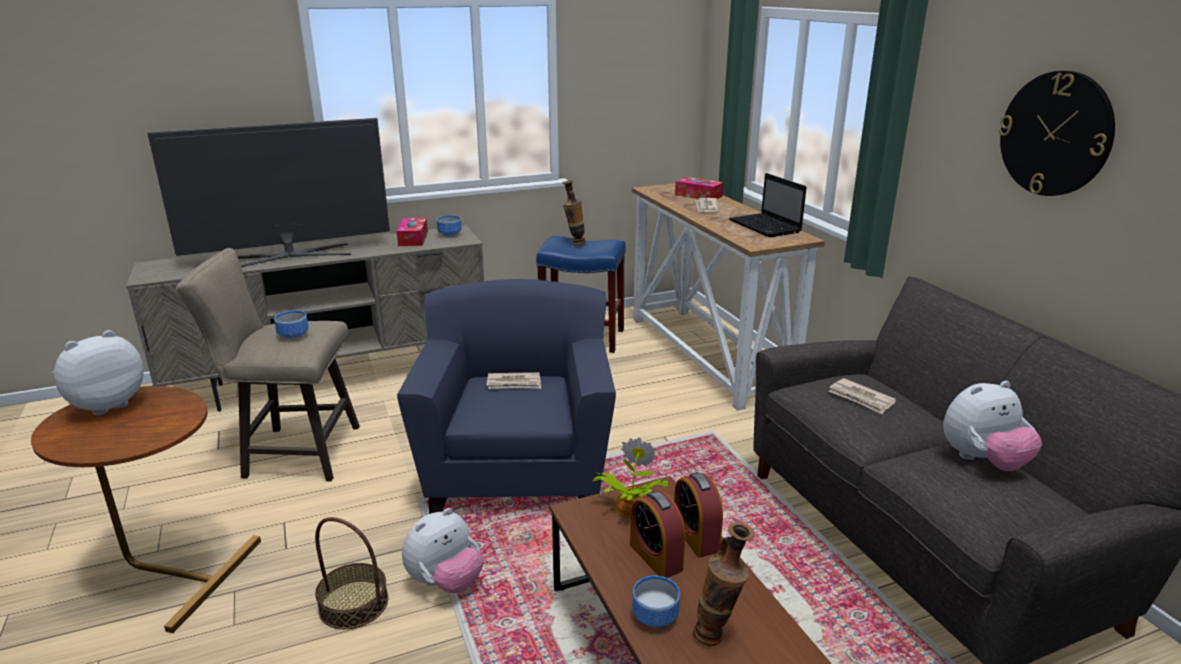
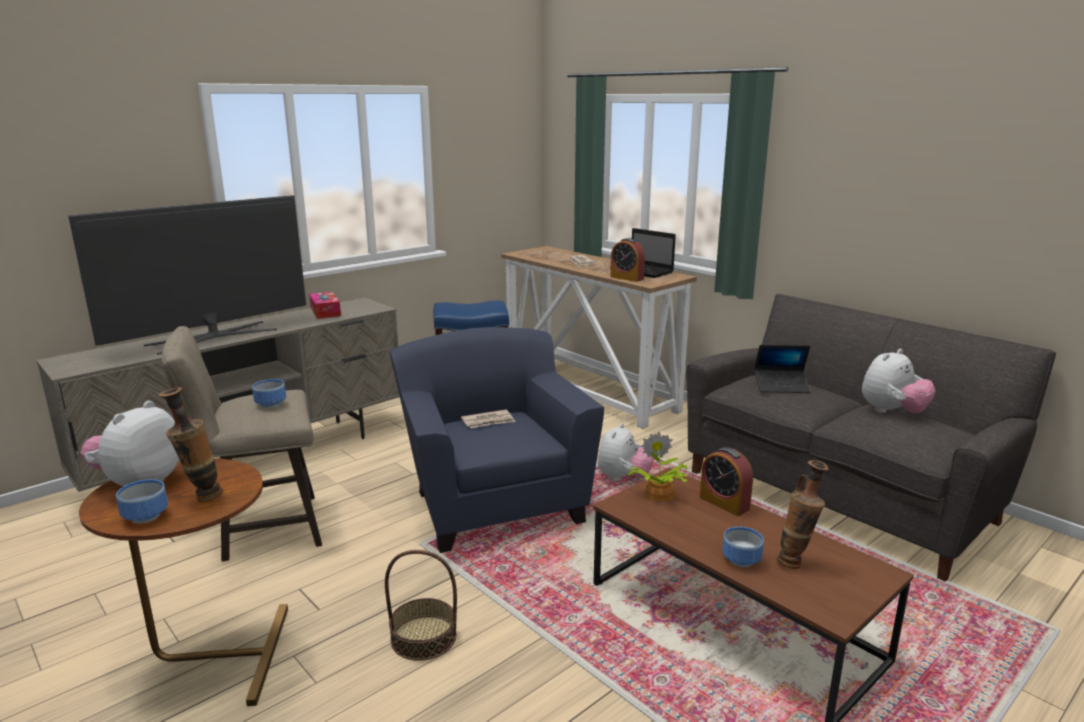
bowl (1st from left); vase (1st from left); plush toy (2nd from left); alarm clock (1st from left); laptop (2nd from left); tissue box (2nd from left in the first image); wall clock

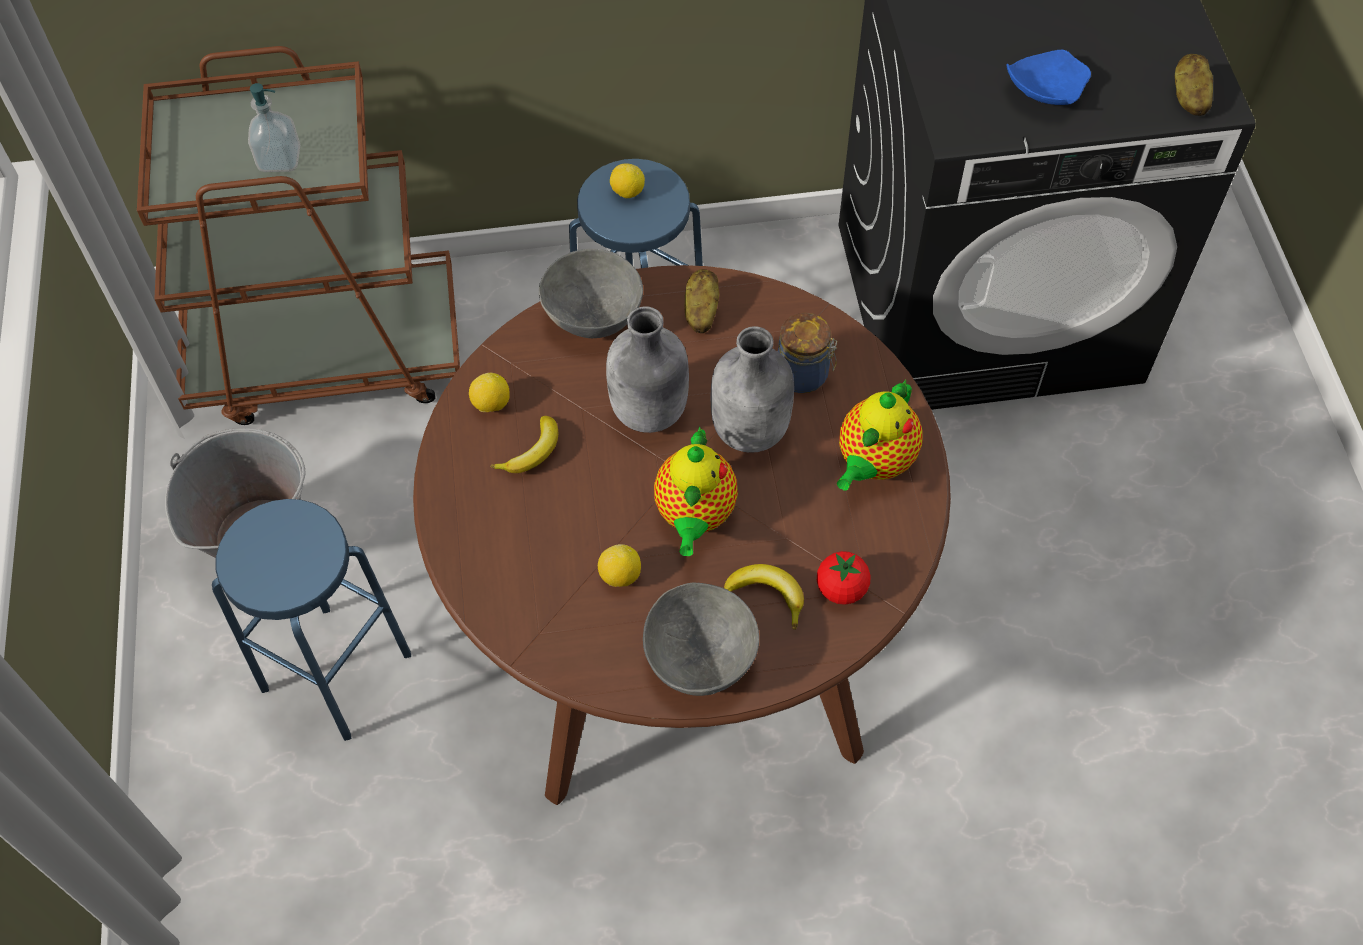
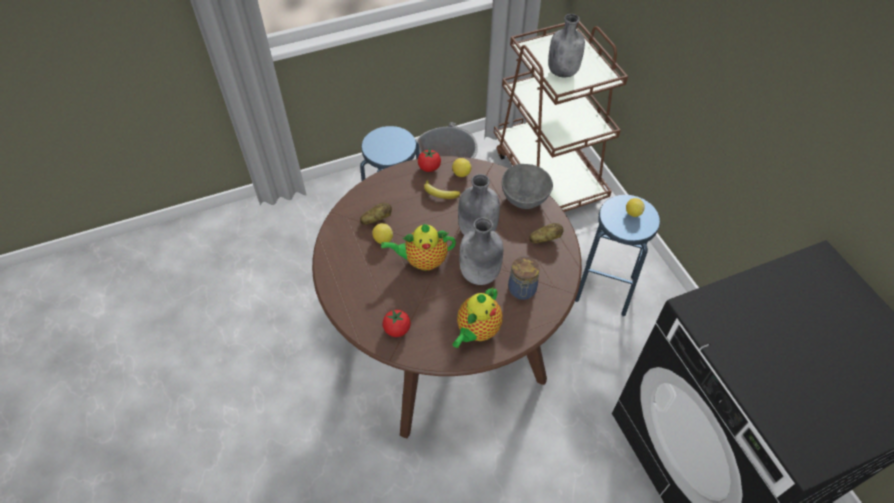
potato (1st from left); tomato (2nd from left); teapot (2nd from left); bottle (grey) (3rd from left); bowl (grey) (2nd from left in the first image); banana (2nd from left in the first image); plate (blue)

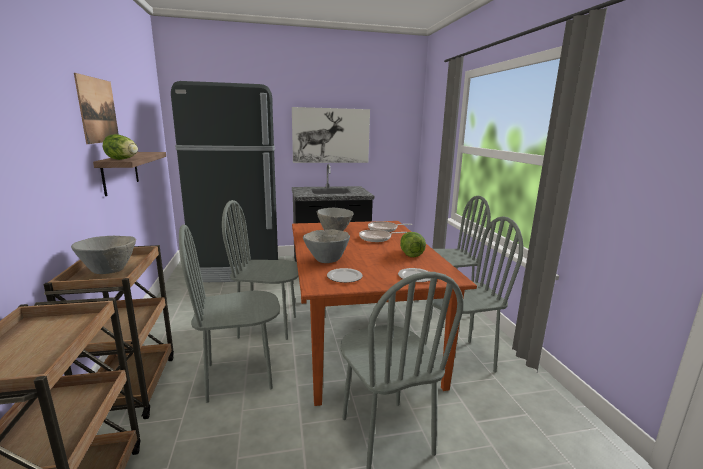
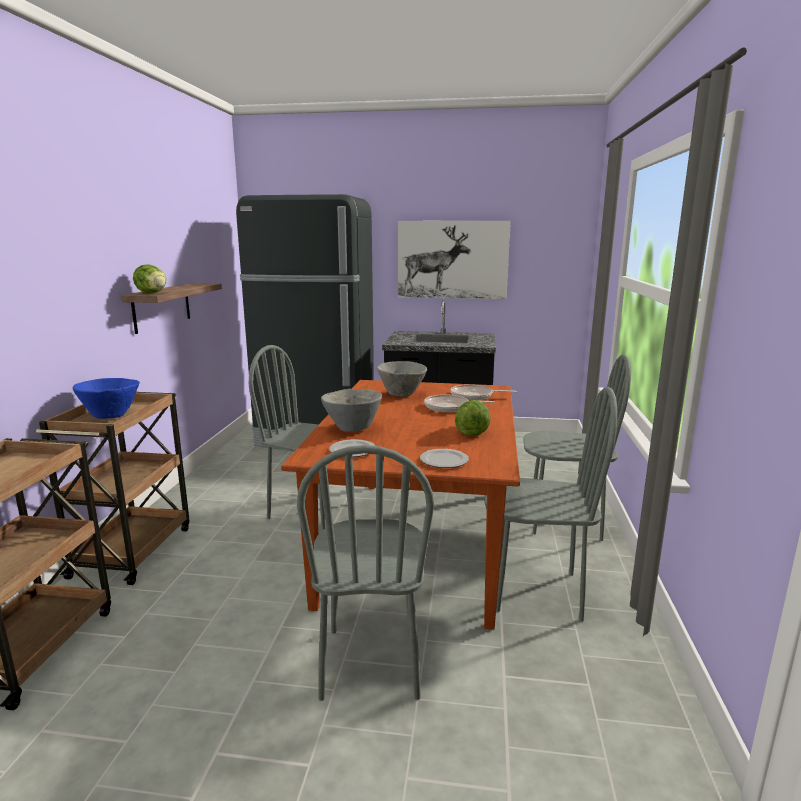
bowl (blue); picture (1st from left in the first image); chair (grey) (1st from left in the first image)

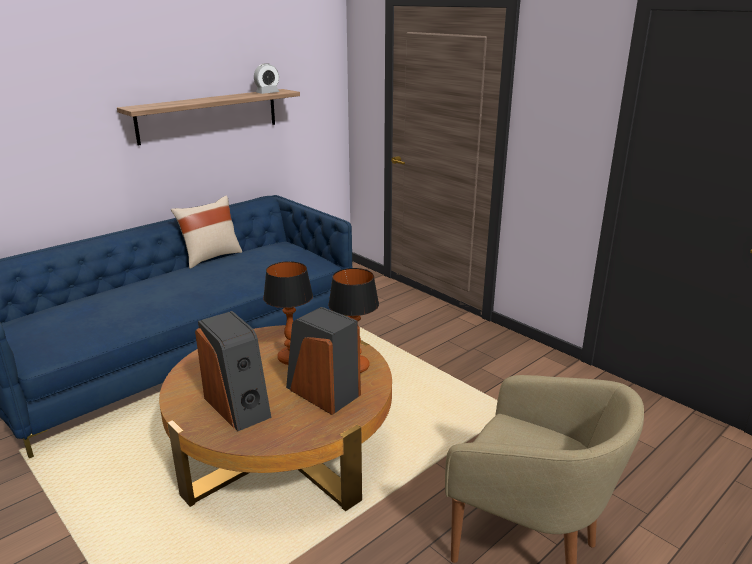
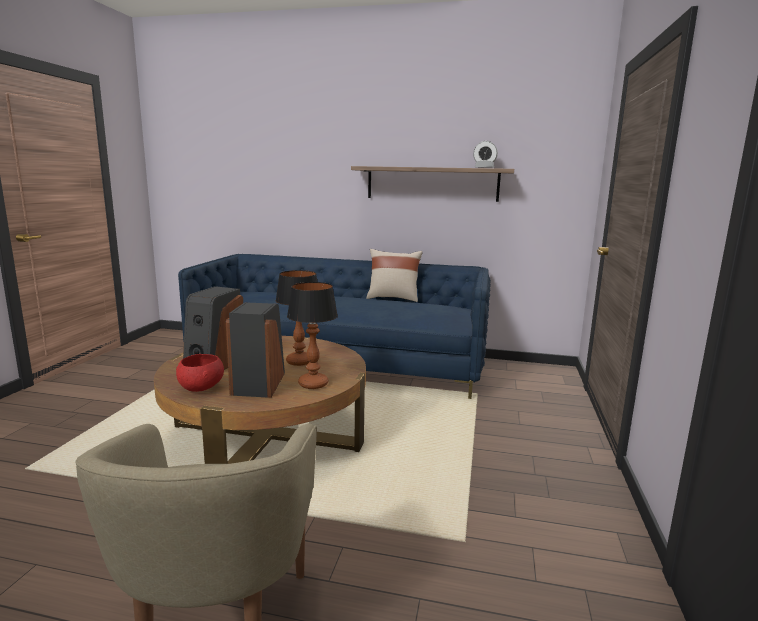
bowl (red)

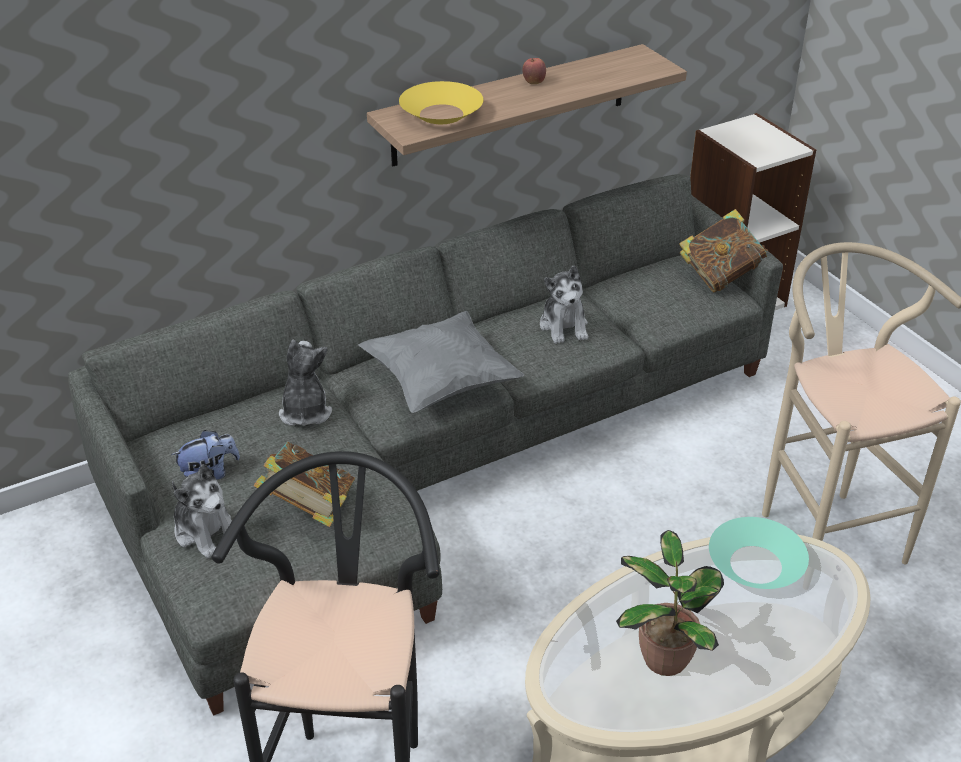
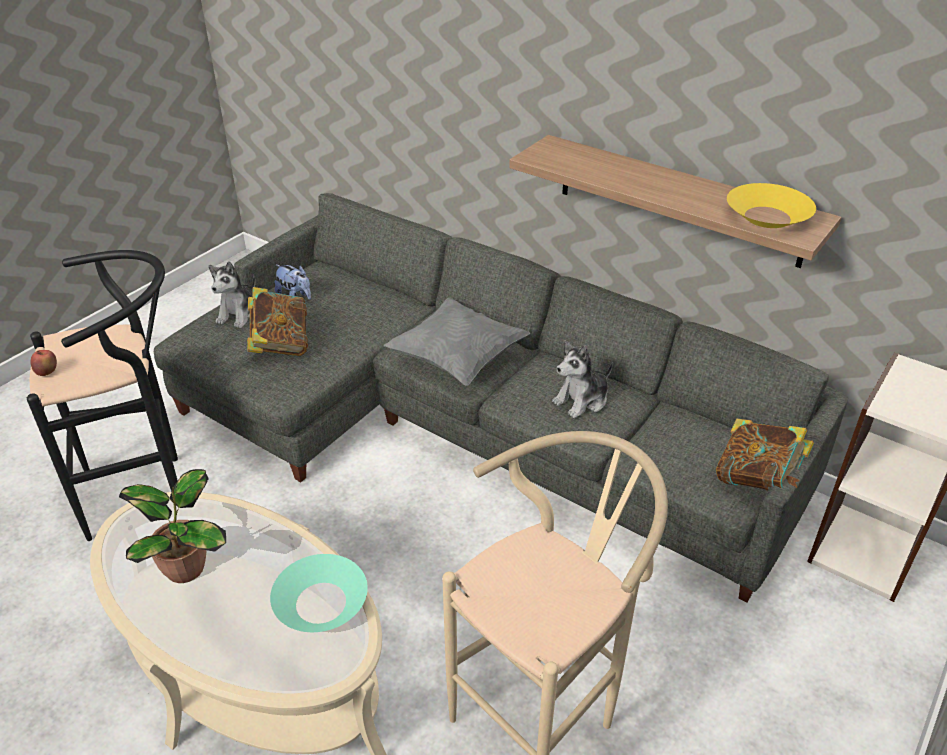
apple; bowl (yellow); plush toy (3rd from left in the first image)

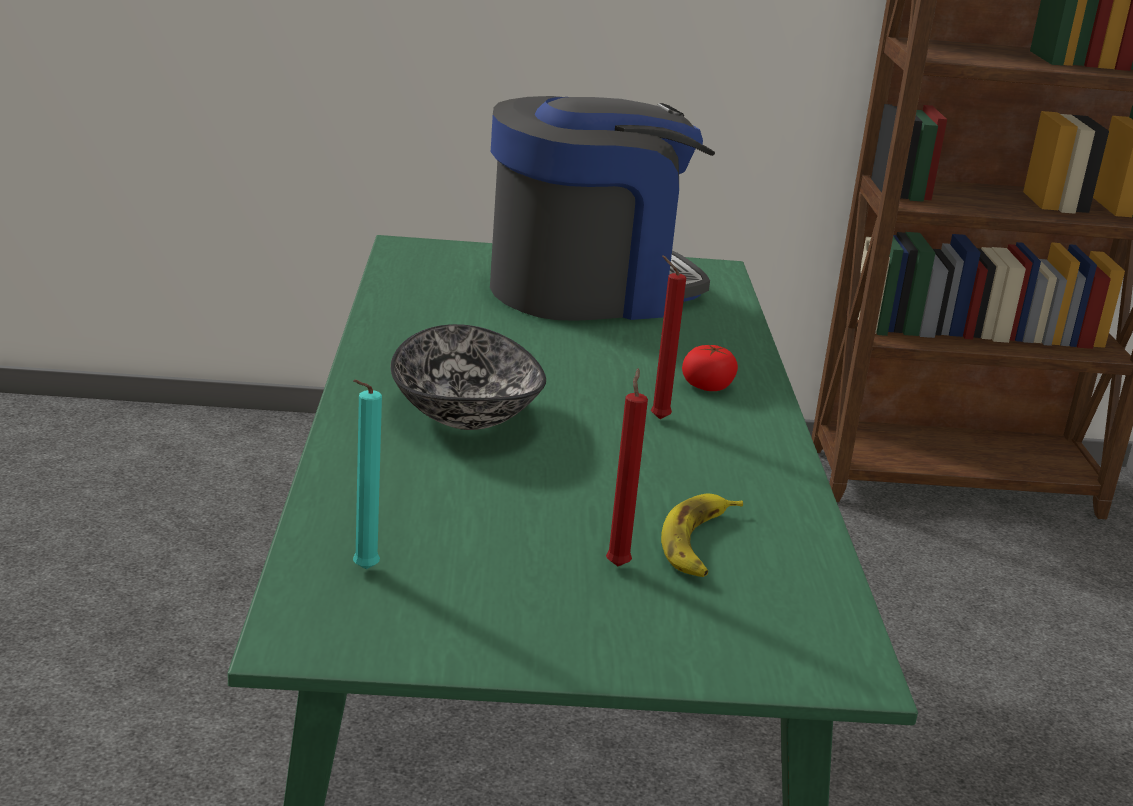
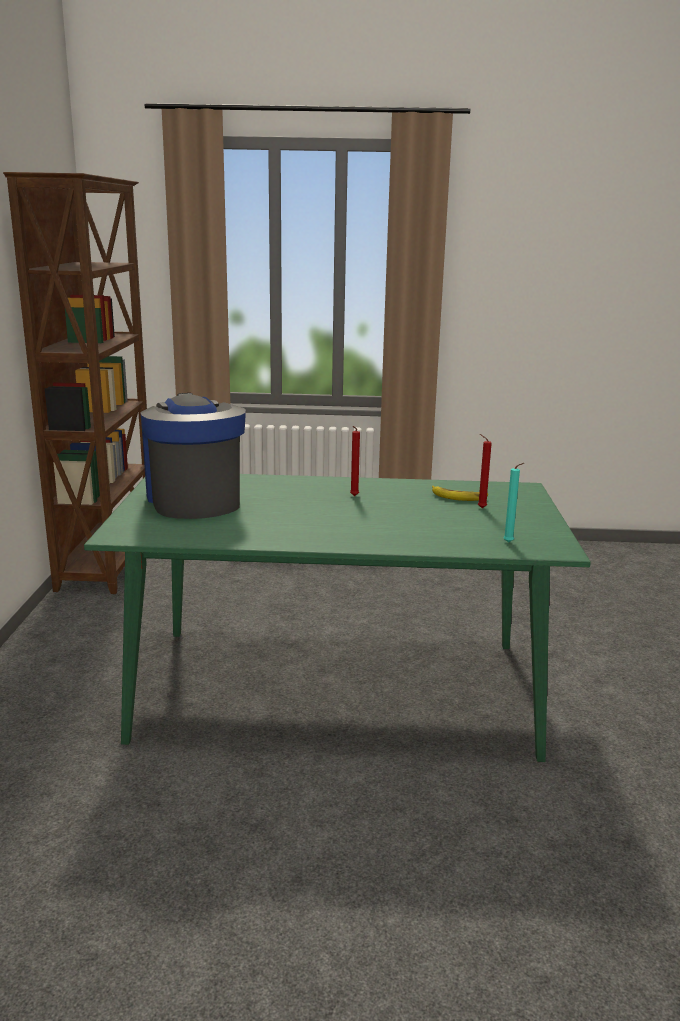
bowl; tomato

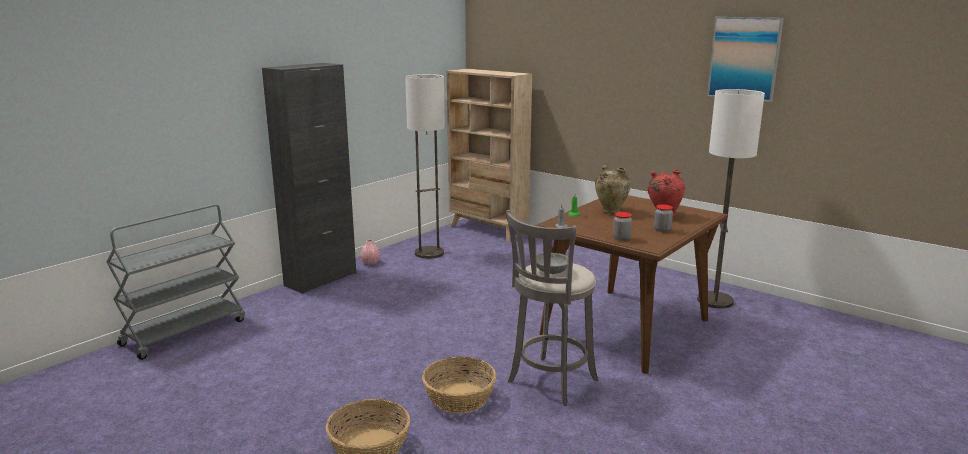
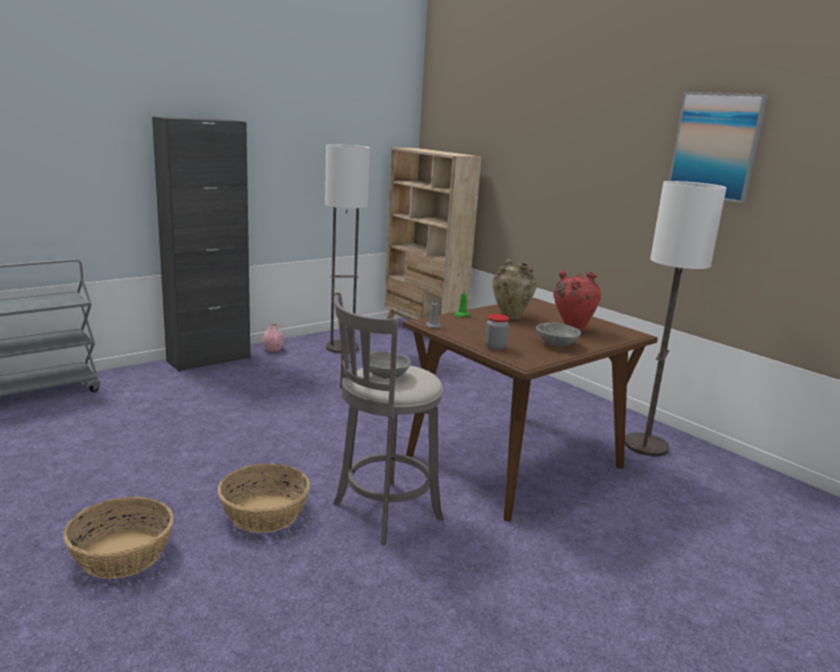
bowl (grey) (2nd from left)

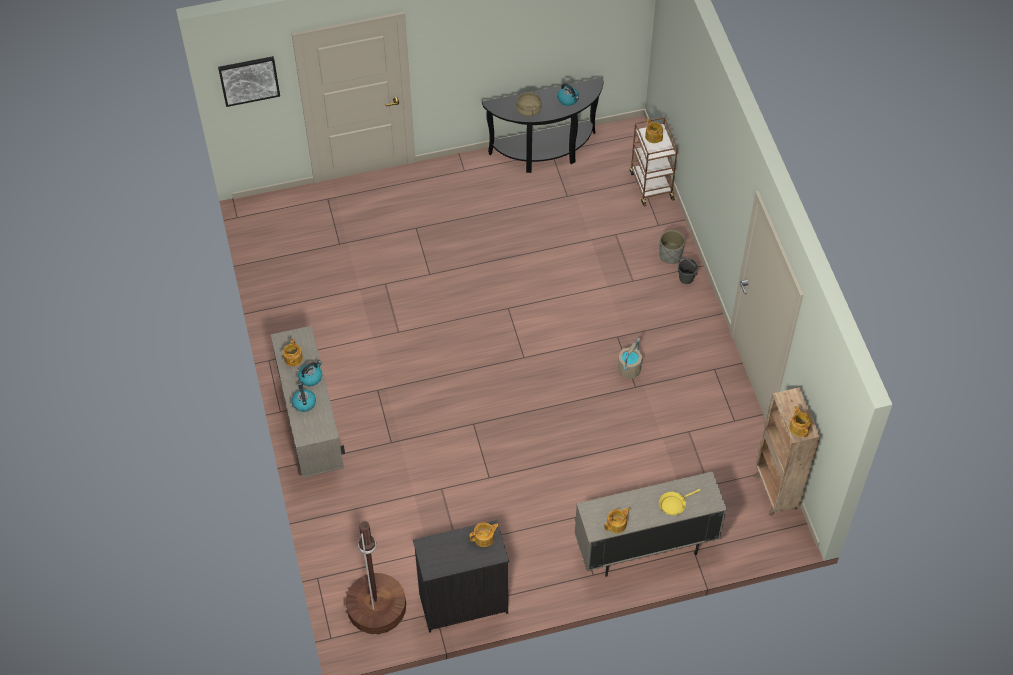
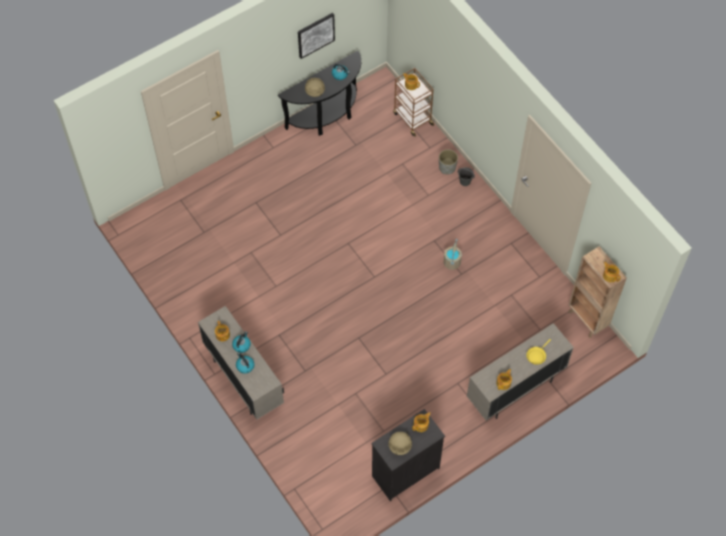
picture; cooking pot (beige) (2nd from left); floor lamp (brown)

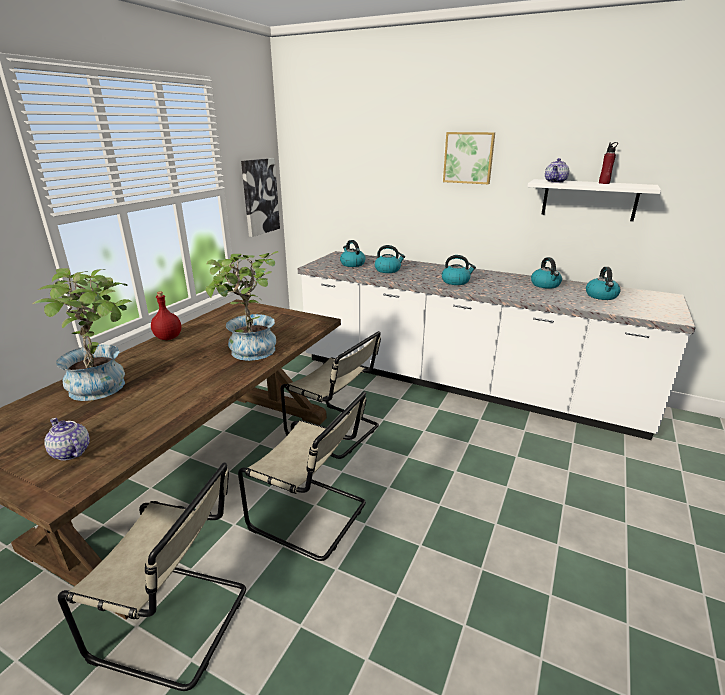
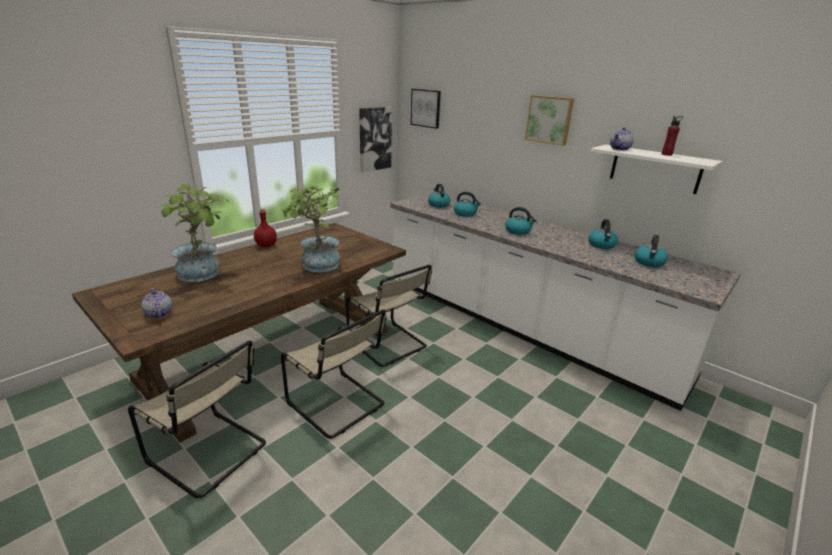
picture (2nd from left)

